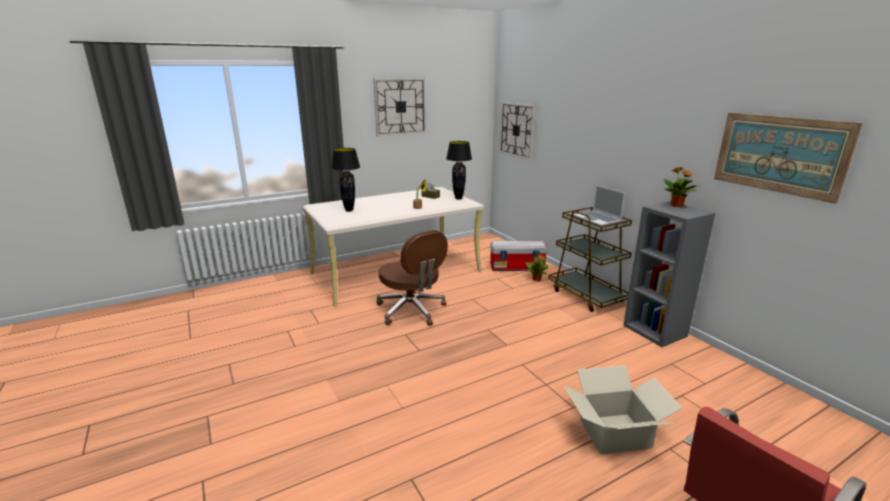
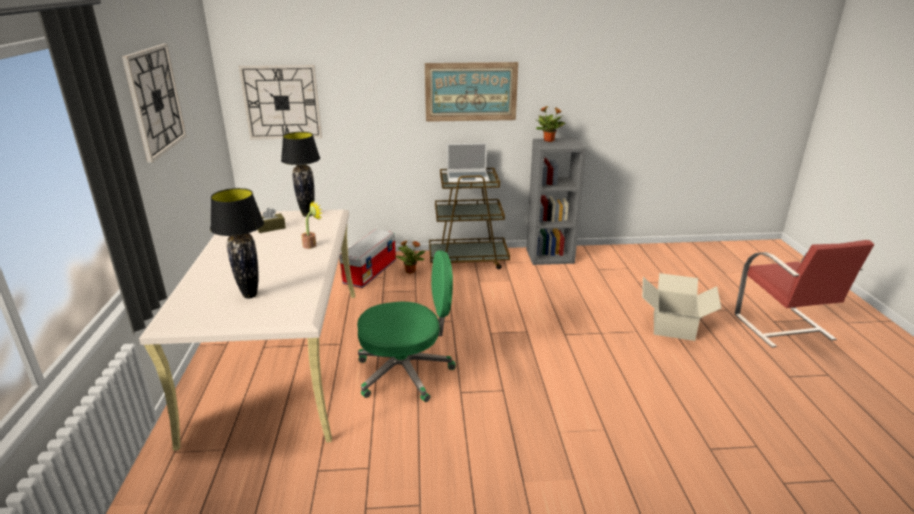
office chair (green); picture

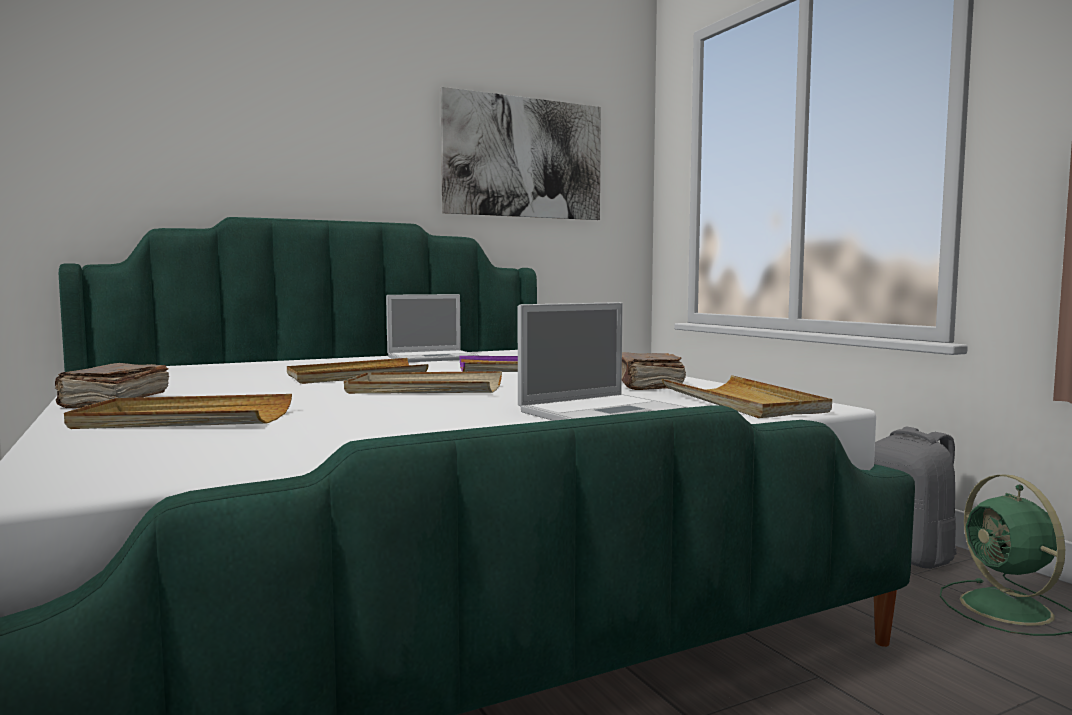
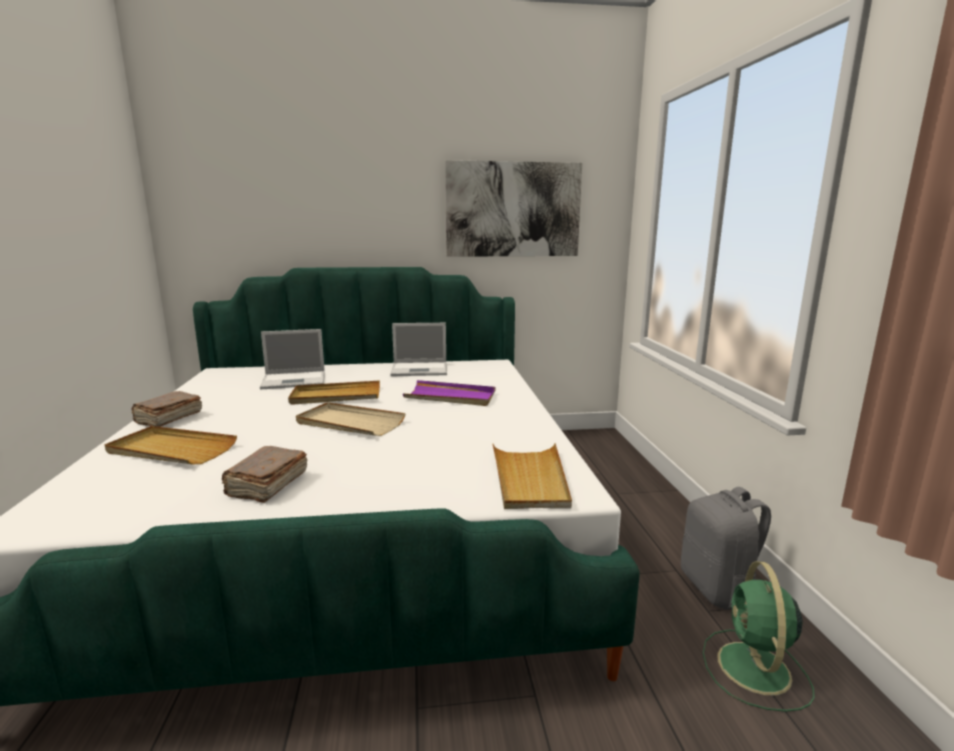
book (brown) (2nd from left); laptop (1st from left)

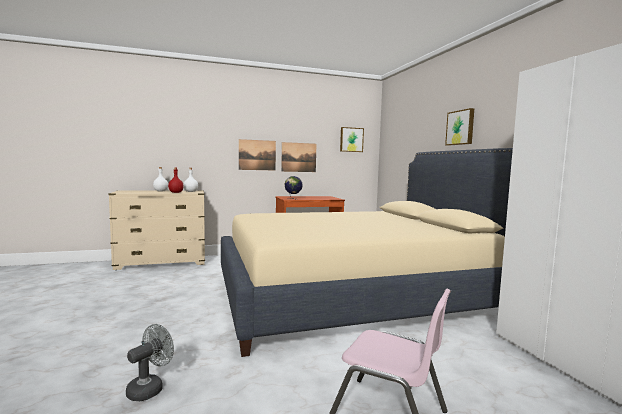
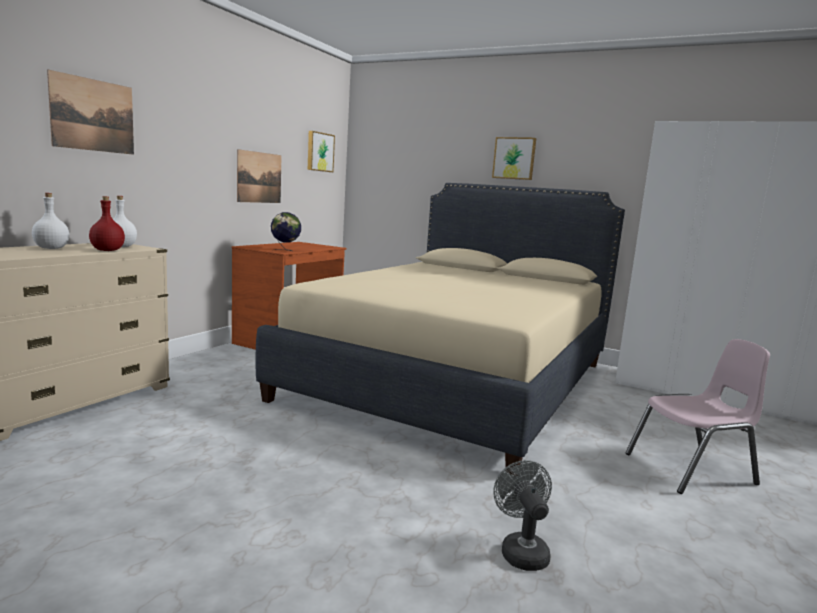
picture (1st from left)

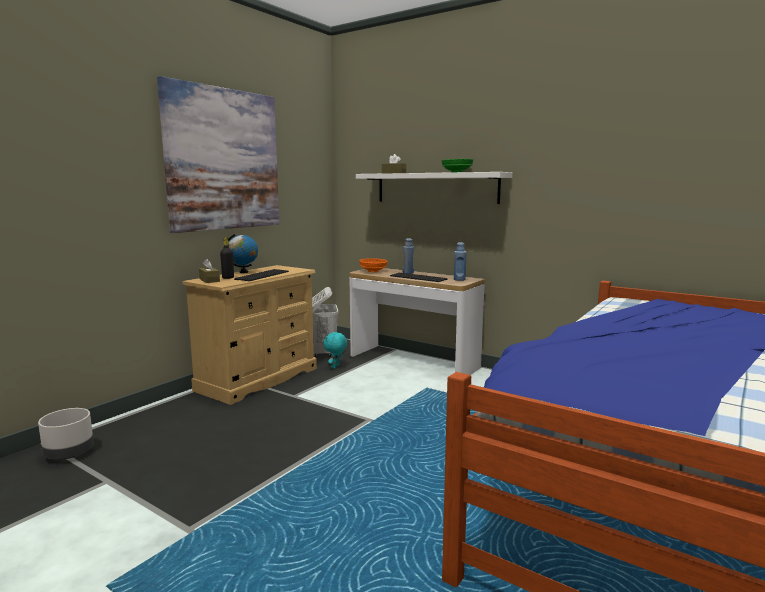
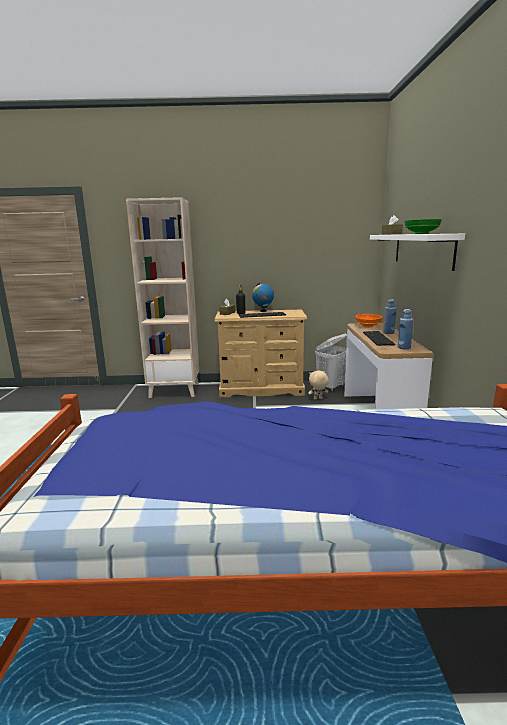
bookcase (beige); plush toy (beige); planter (grey); picture

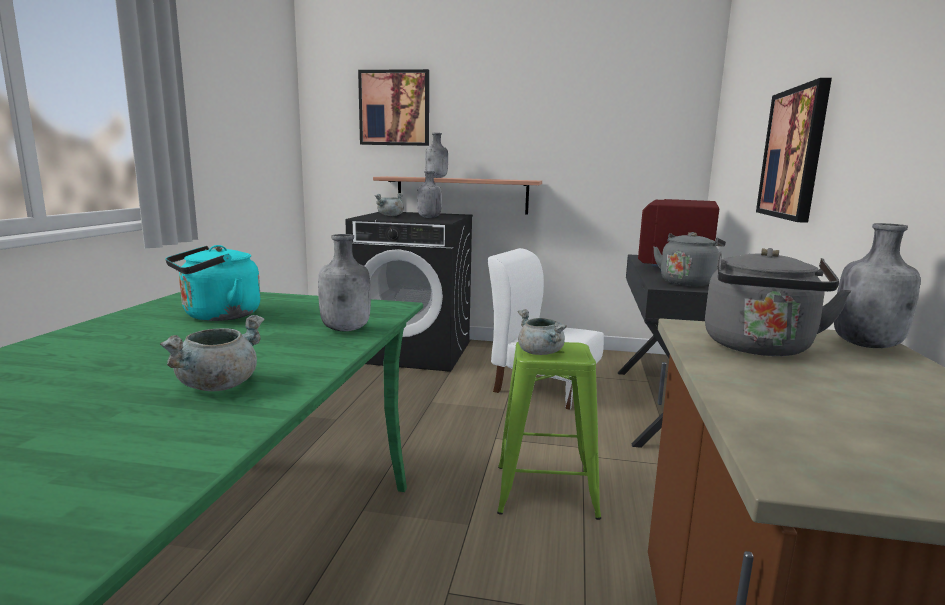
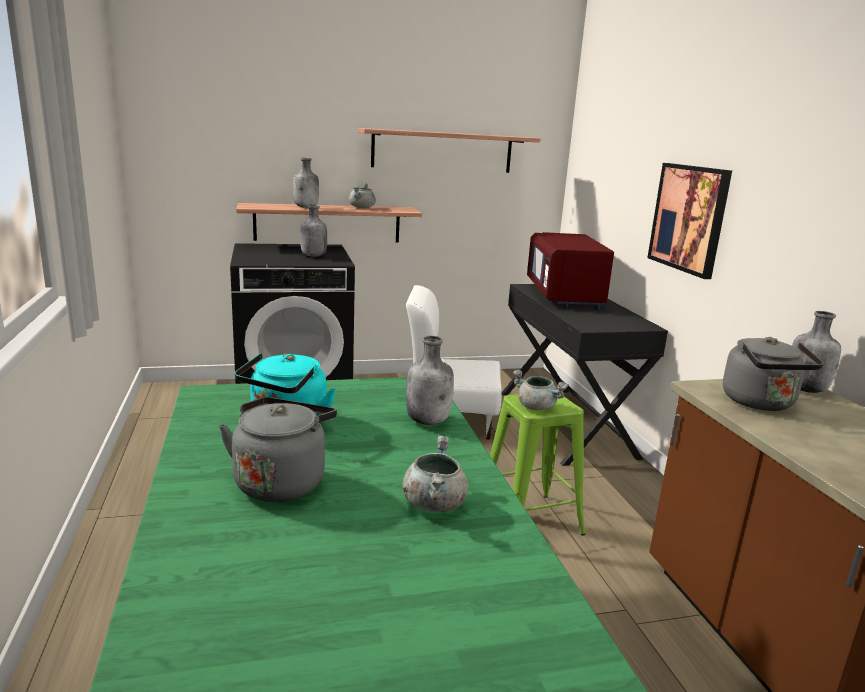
kettle (grey) (1st from left); cooking pot (grey) (1st from left); shelf (2nd from left); picture (1st from left in the first image)

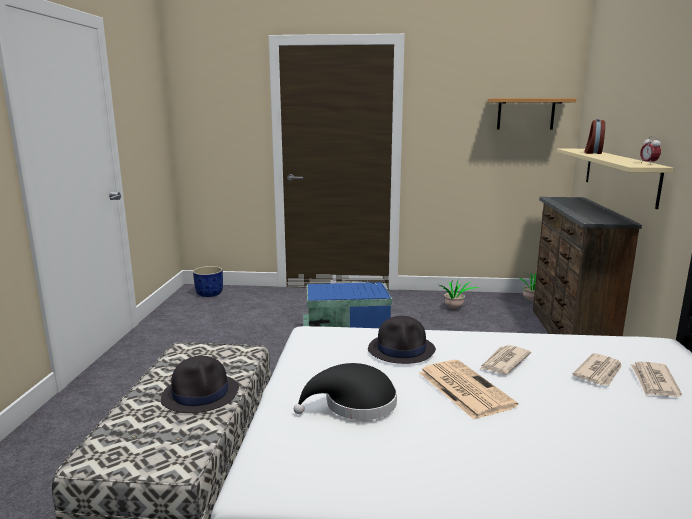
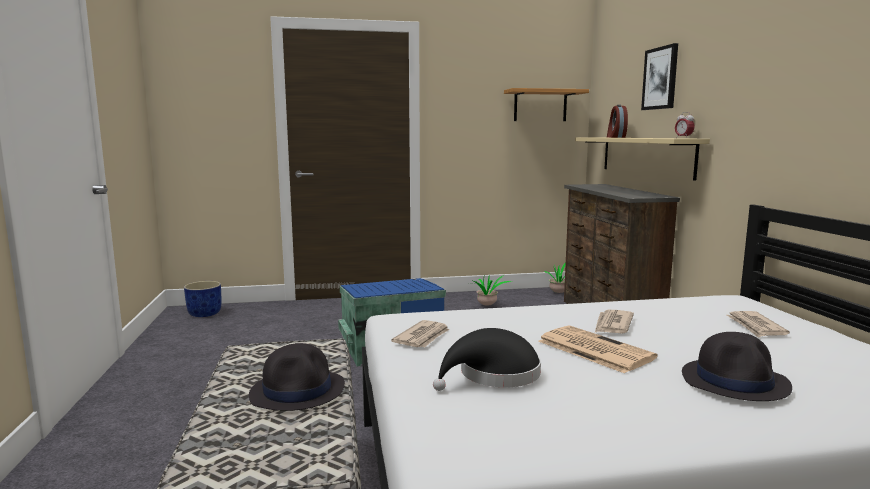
newspaper (1st from left); picture; hat (black) (3rd from left)

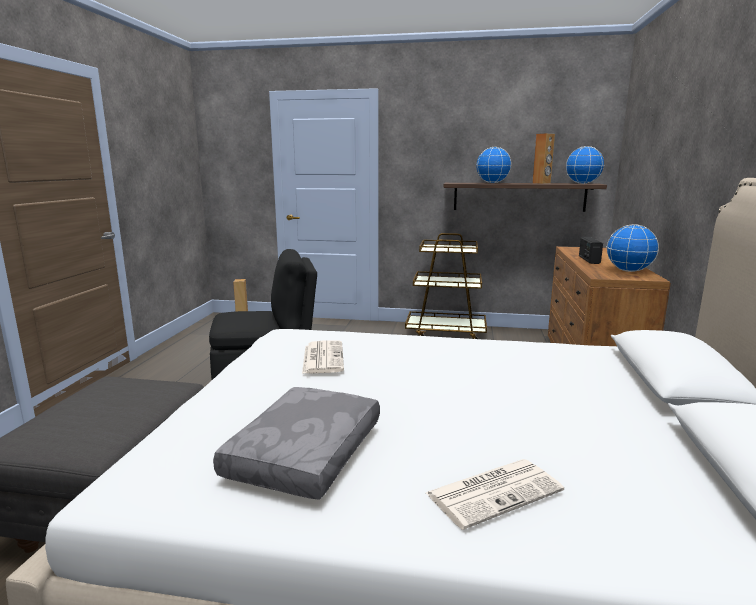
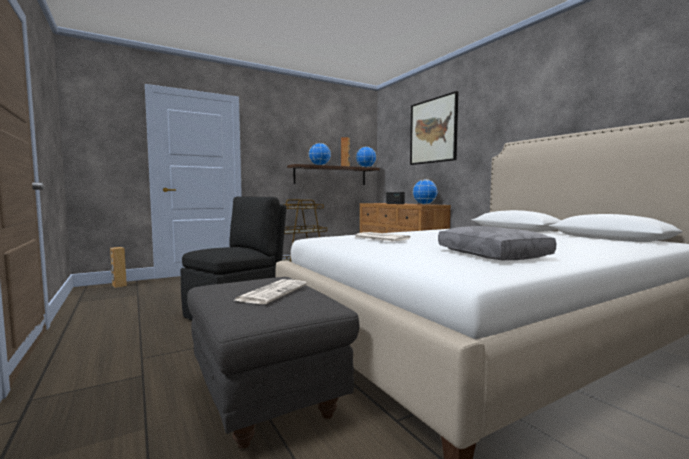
newspaper (1st from left); picture

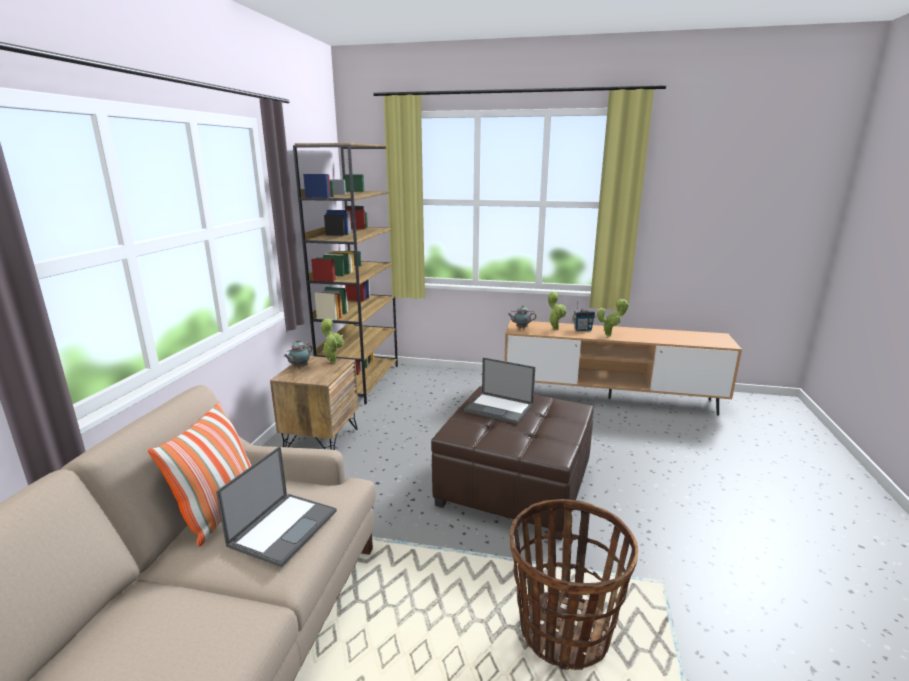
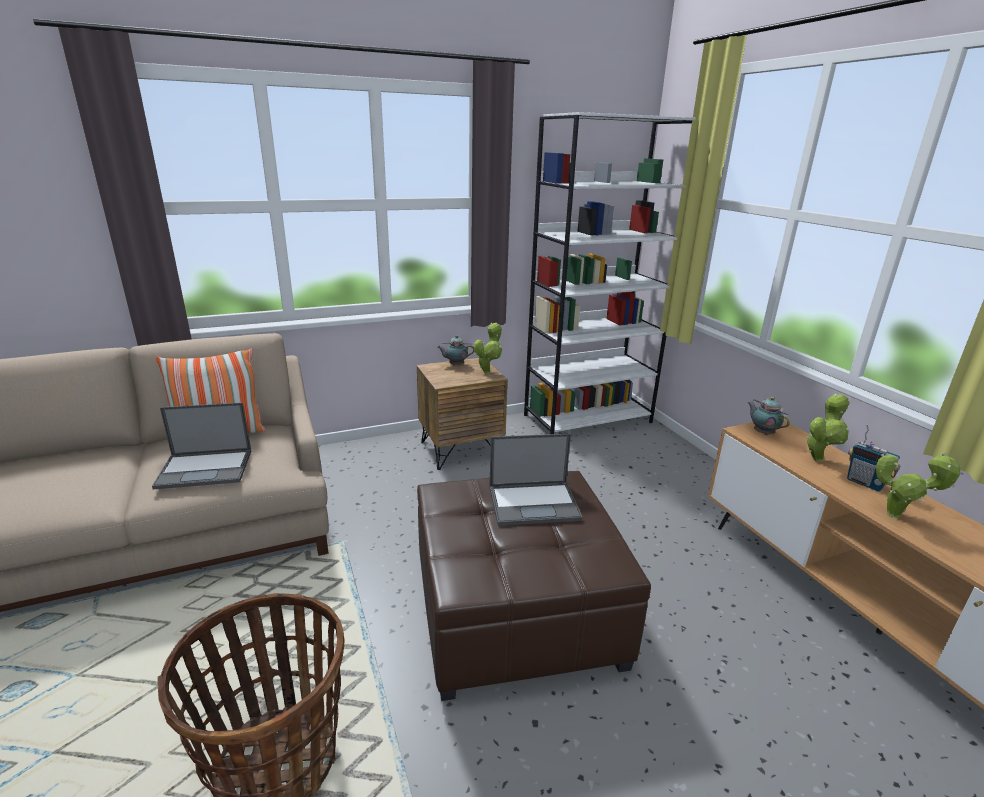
laptop (2nd from left); bookcase (white)

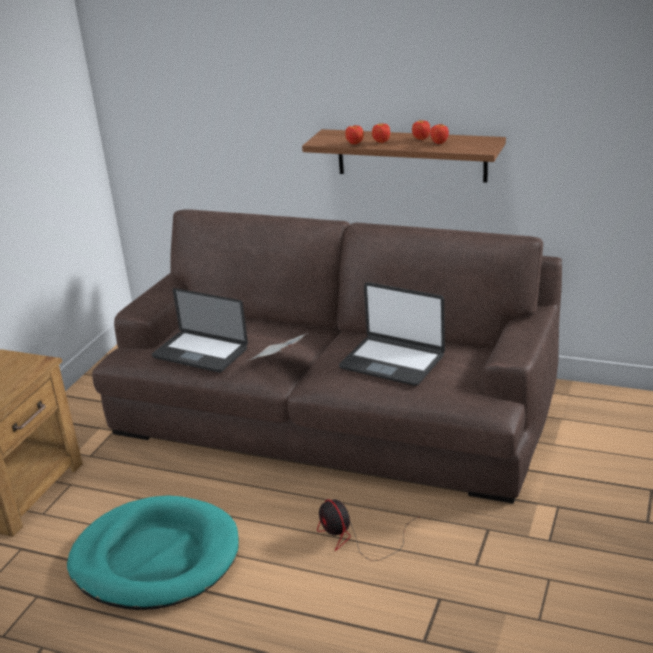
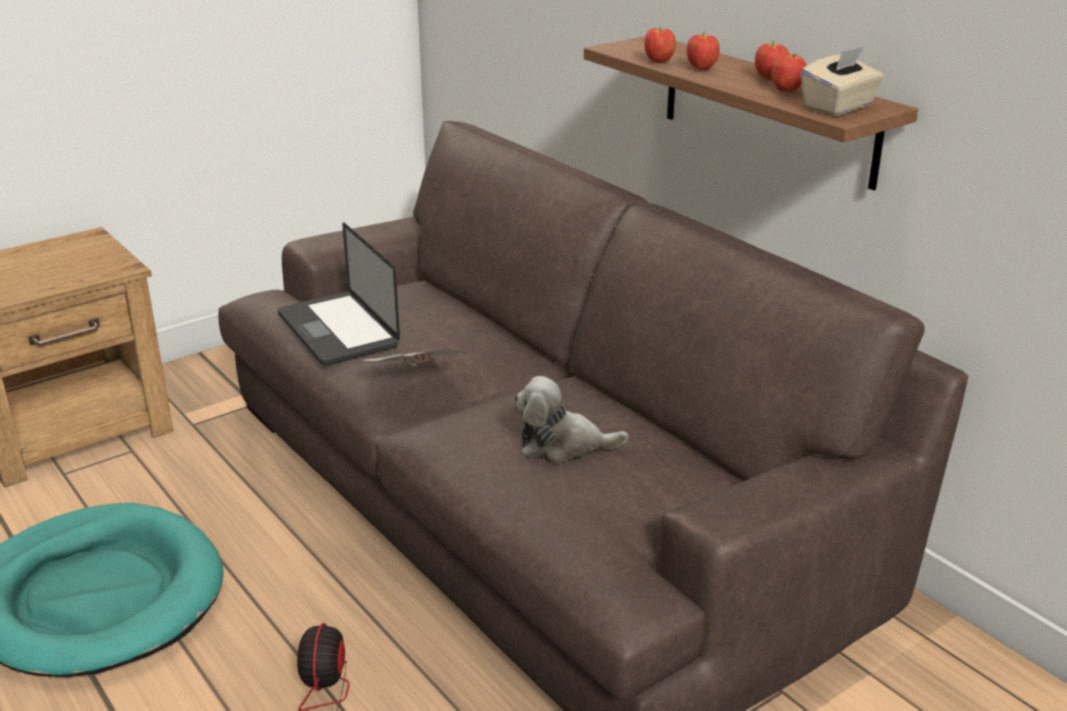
plush toy; tissue box (beige)

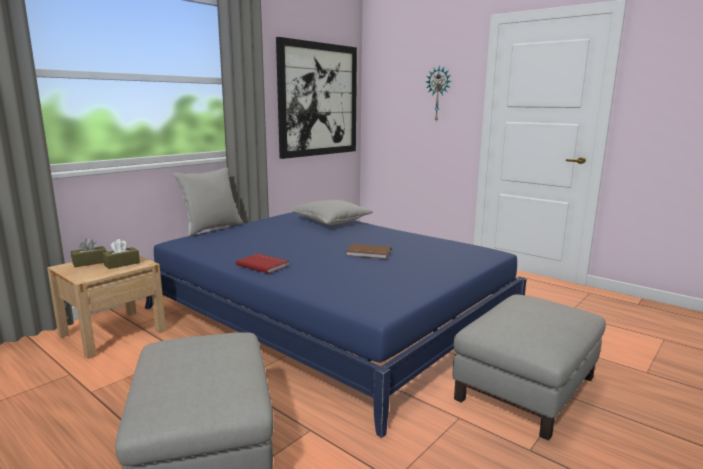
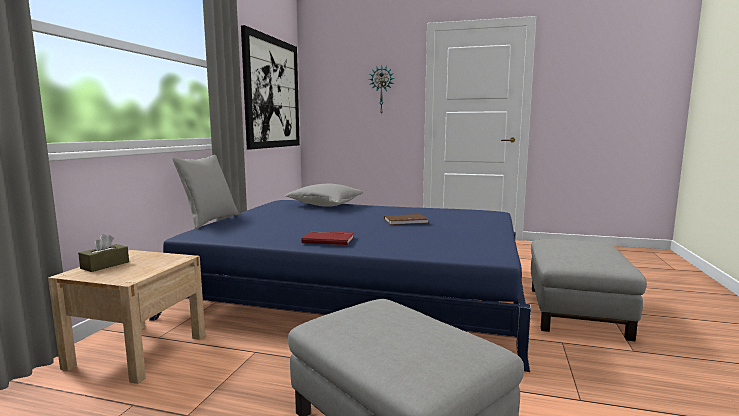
tissue box (brown) (2nd from left in the first image)

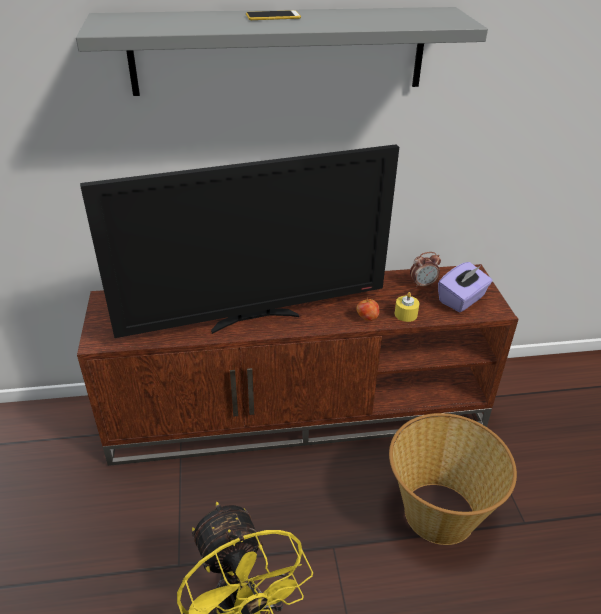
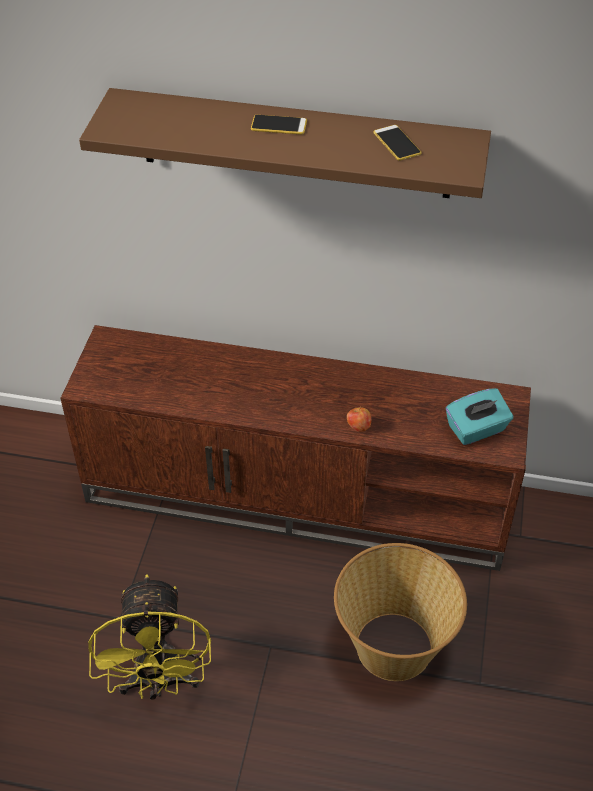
shelf (brown); phone (2nd from left); tissue box (turquoise); television; candle (yellow); alarm clock

